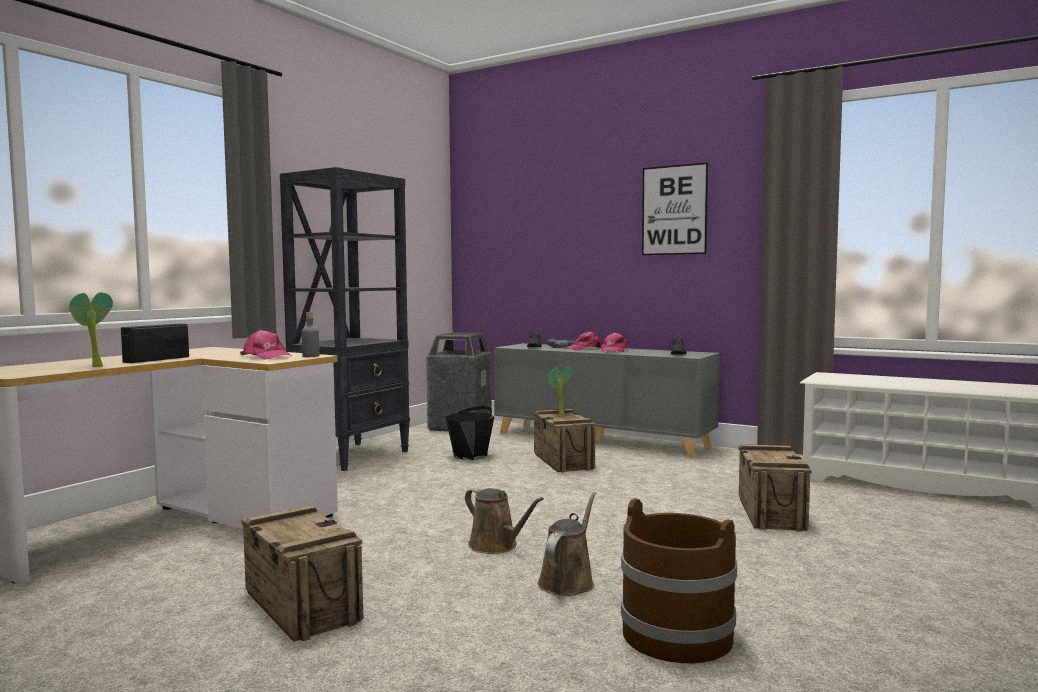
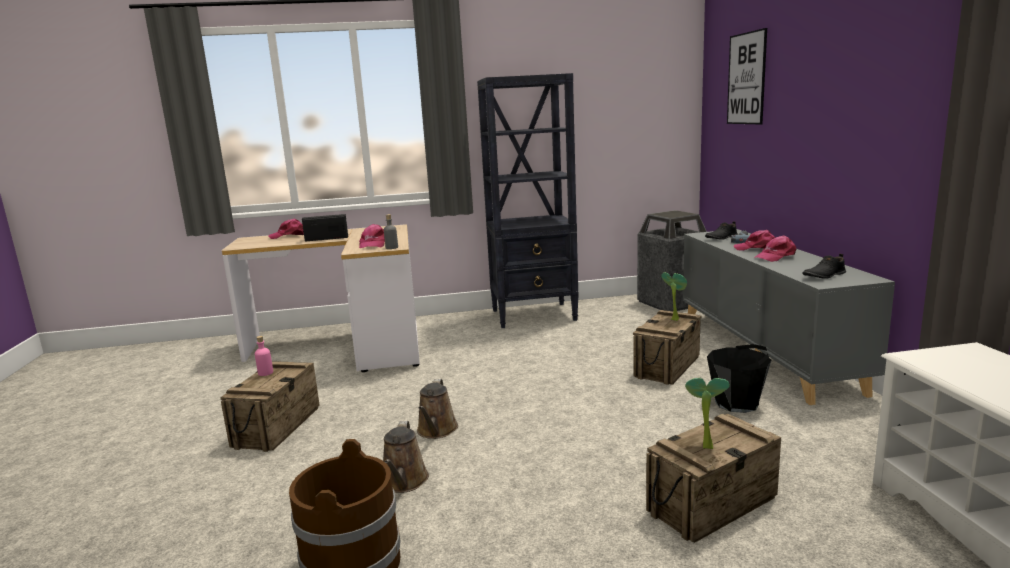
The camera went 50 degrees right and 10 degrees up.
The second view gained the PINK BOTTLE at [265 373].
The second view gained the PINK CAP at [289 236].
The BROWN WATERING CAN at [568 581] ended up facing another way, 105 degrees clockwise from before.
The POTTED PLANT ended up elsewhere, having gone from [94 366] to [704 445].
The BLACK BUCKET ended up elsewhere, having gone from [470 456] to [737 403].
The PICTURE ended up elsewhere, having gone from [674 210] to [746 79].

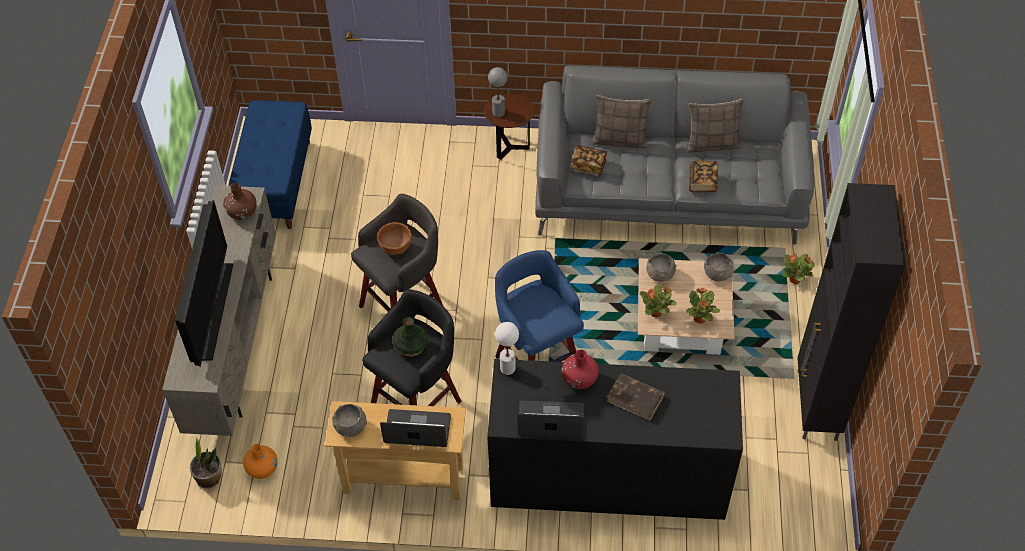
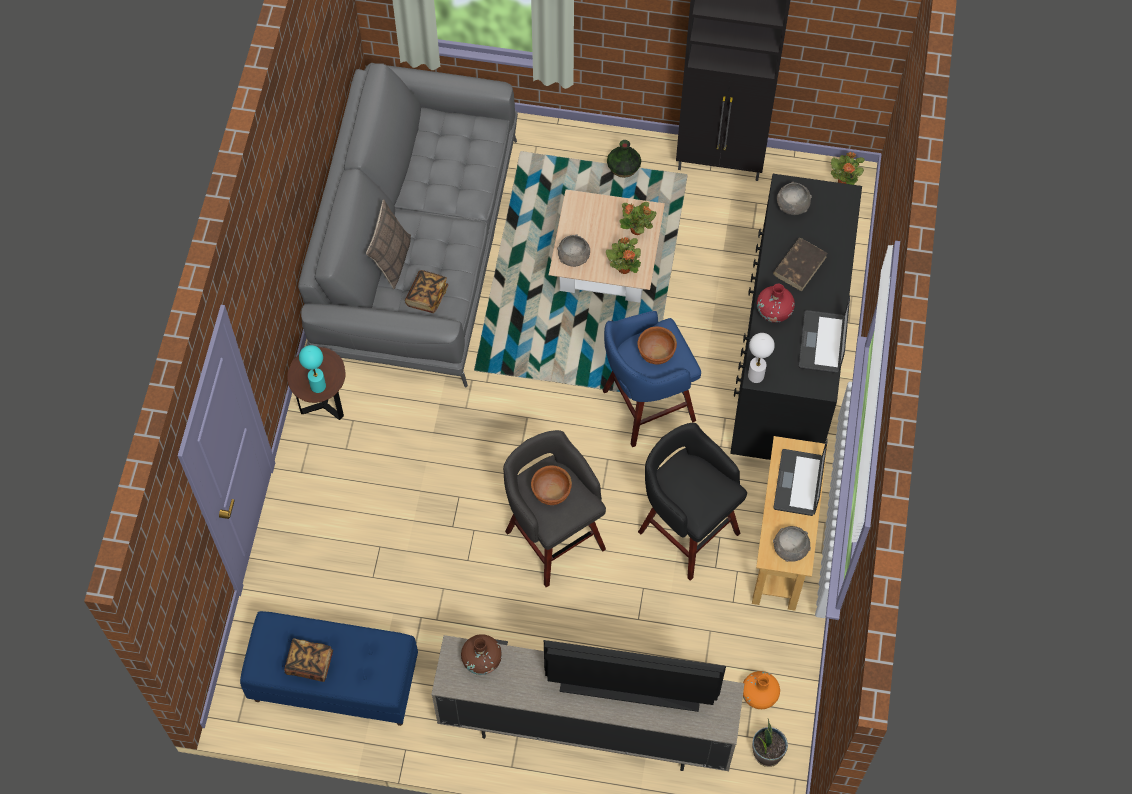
The camera went 85 degrees left and 10 degrees up.
The BOOK ended up elsewhere, having gone from [702 182] to [310 663].
What was the GREY TABLE LAMP at [498 112] turned into the TURQUOISE TABLE LAMP at [318 386].
The VASE ended up elsewhere, having gone from [411 346] to [623 167].
The second view gained the BROWN BOWL at [655 354].
The GREY BOWL ended up elsewhere, having gone from [717 273] to [792 205].
The POTTED PLANT ended up elsewhere, having gone from [795 279] to [844 182].
The second view lost the PILLOW at [712 144].

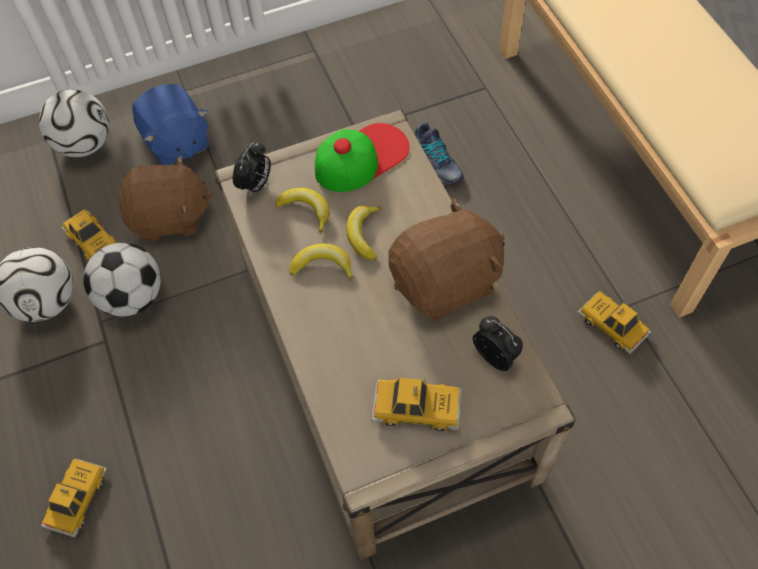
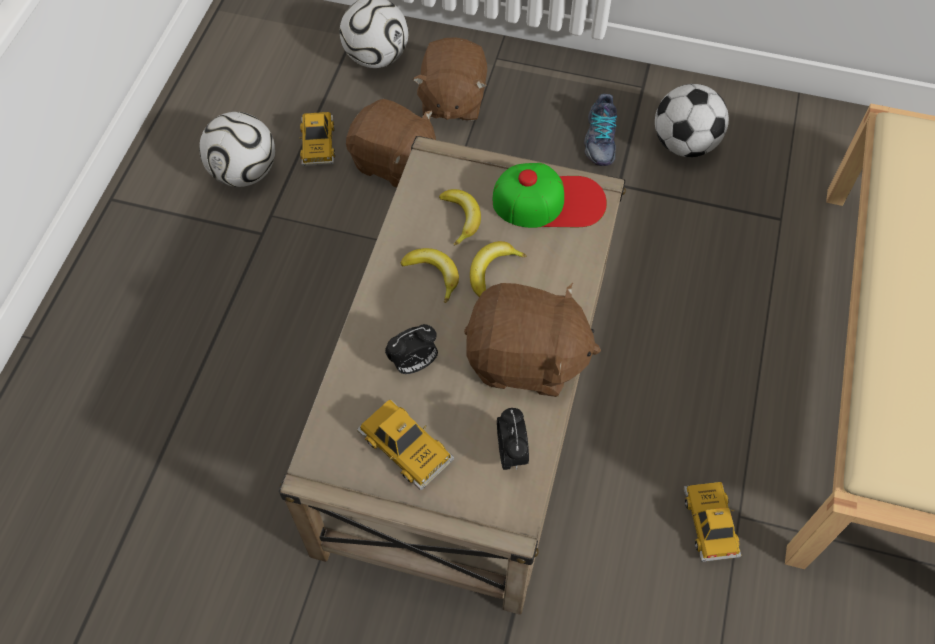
The camera went 35 degrees right and 0 degrees up.
The ALARM CLOCK ended up elsewhere, having gone from [255 185] to [413 364].
What was the BLUE PLUSH TOY at [176 142] turned into the BROWN PLUSH TOY at [452 100].
The SHOE ended up elsewhere, having gone from [434 163] to [599 140].
The FOOTBALL ended up elsewhere, having gone from [132 297] to [685 144].
The second view lost the TOY CAR at [77 499].

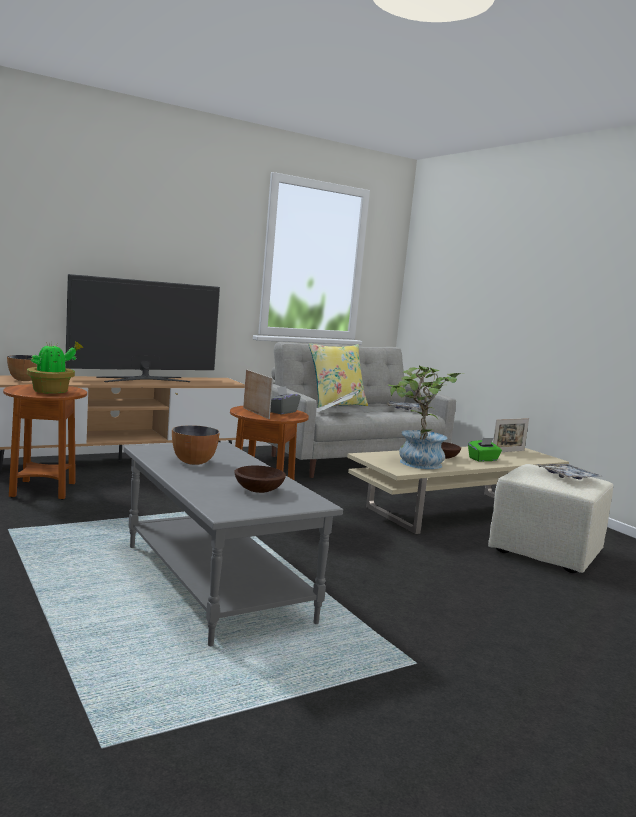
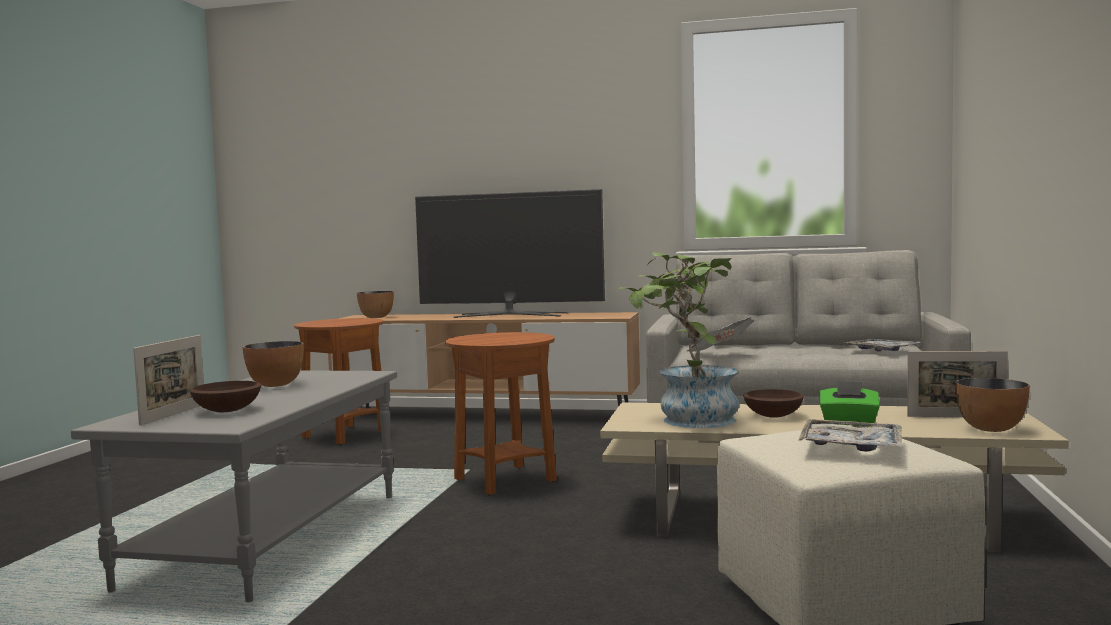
The camera went 45 degrees right and 5 degrees down.
The PICTURE FRAME ended up elsewhere, having gone from [256 413] to [173 414].
The second view gained the BOWL at [991 429].
The second view lost the POTTED PLANT at [52 391].
The second view lost the GREY TISSUE BOX at [282 412].
The second view lost the YELLOW PILLOW at [336 405].

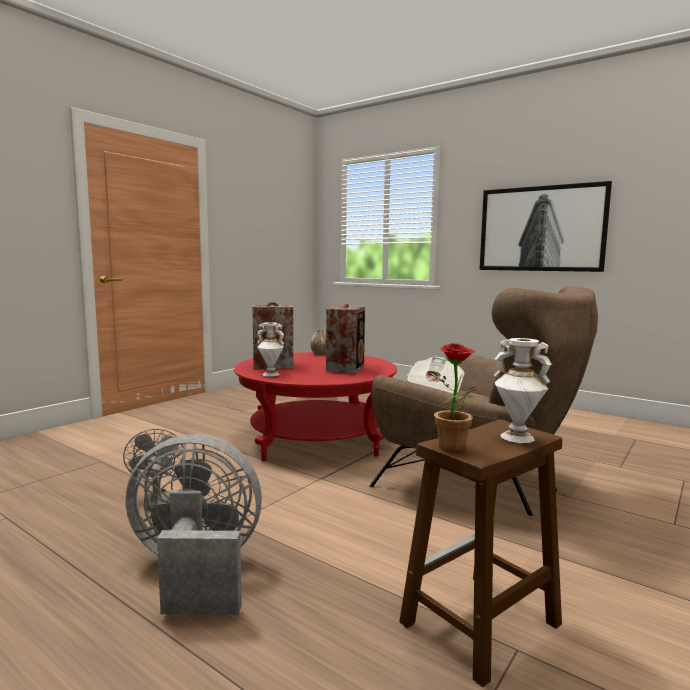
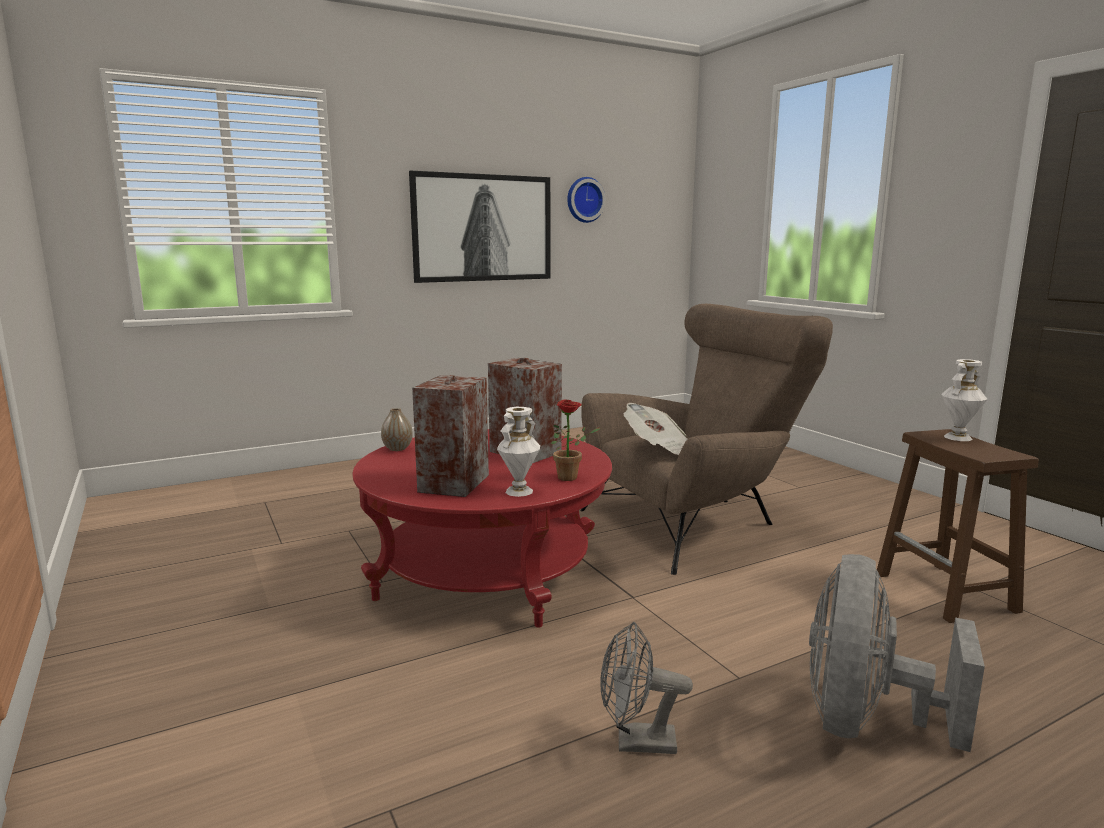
The camera went 65 degrees left and 5 degrees up.
The POTTED PLANT ended up elsewhere, having gone from [456 449] to [571 477].
The second view gained the WALL CLOCK at [584 200].

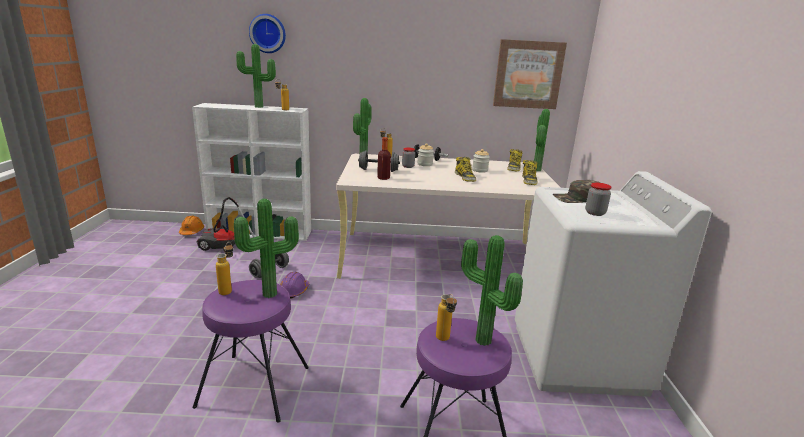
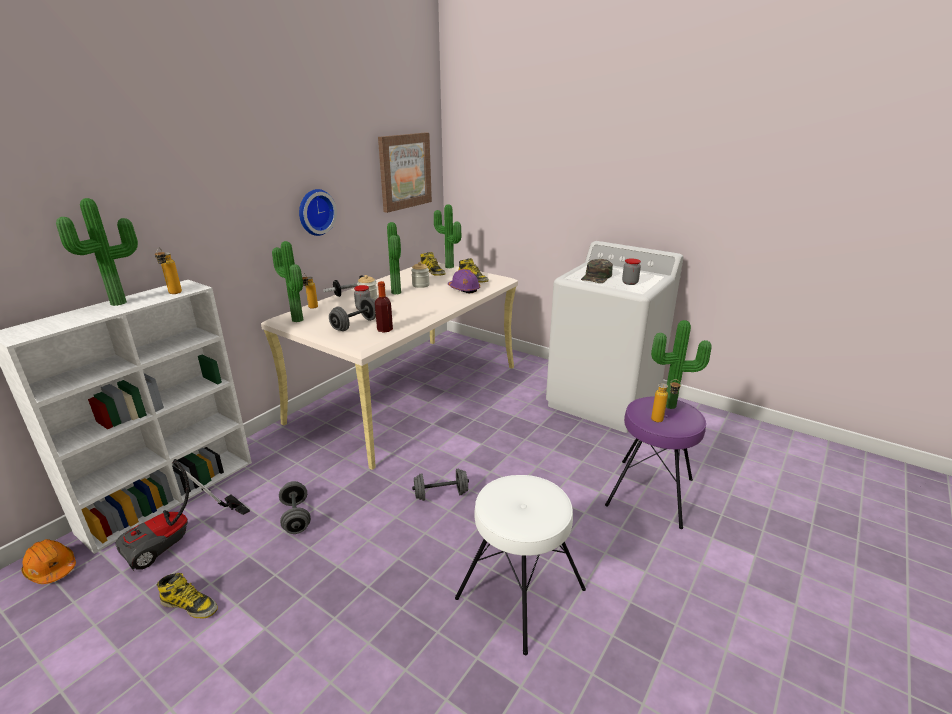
The camera went 55 degrees left and 5 degrees up.
The BOOT ended up elsewhere, having gone from [465 177] to [190 605].
The WALL CLOCK ended up elsewhere, having gone from [268 33] to [315 212].
The POTTED PLANT ended up elsewhere, having gone from [271 295] to [398 292].
The second view gained the GREY DUMBBELL at [441 494].
The PURPLE HARD HAT ended up elsewhere, having gone from [294 291] to [464 289].
What was the PURPLE STOOL at [254 385] turned into the WHITE STOOL at [519 593].
The second view lost the BOTTLE at [228 290].

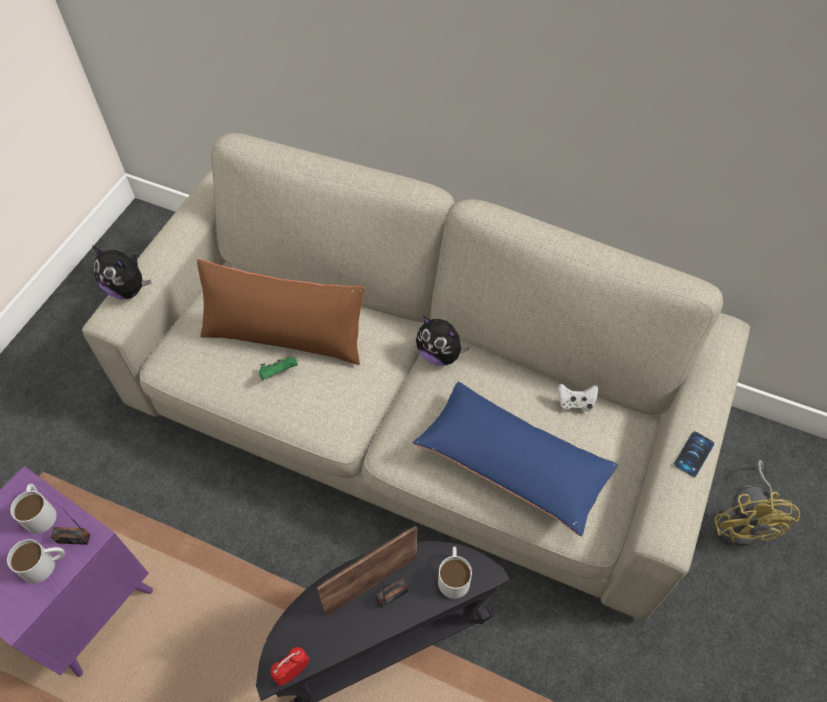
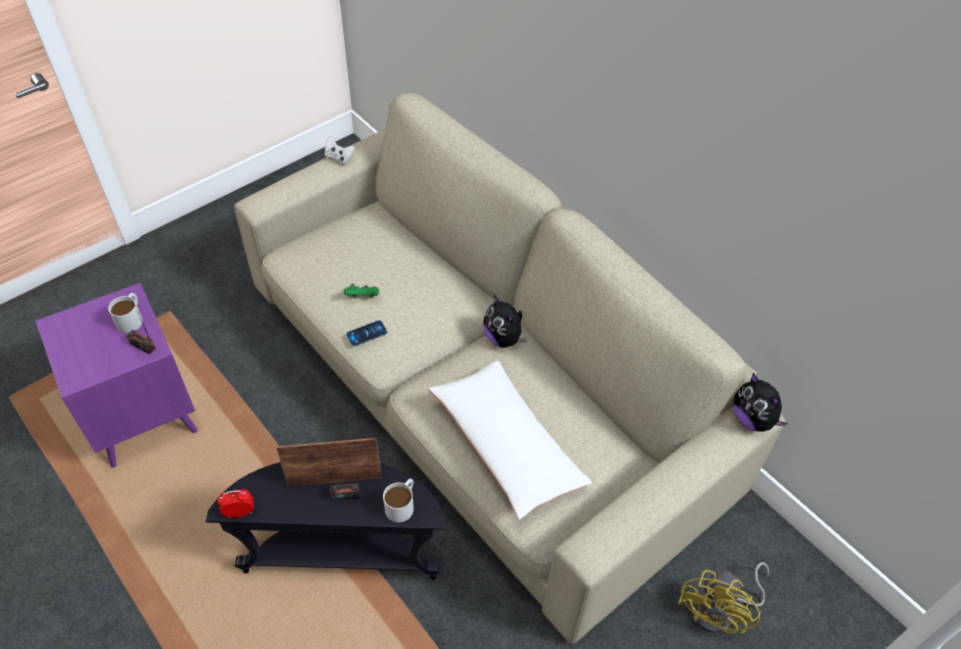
The camera went 25 degrees right and 5 degrees down.
The WHITE GAME CONTROLLER ended up elsewhere, having gone from [575 403] to [339 158].
The PHONE ended up elsewhere, having gone from [693 454] to [366 333].
What was the BLUE PILLOW at [513 464] turned into the WHITE PILLOW at [506 445].
The PLUSH TOY ended up elsewhere, having gone from [128 289] to [753 419].
The second view lost the WHITE MUG at [45 564].
The second view lost the BROWN PILLOW at [284 334].

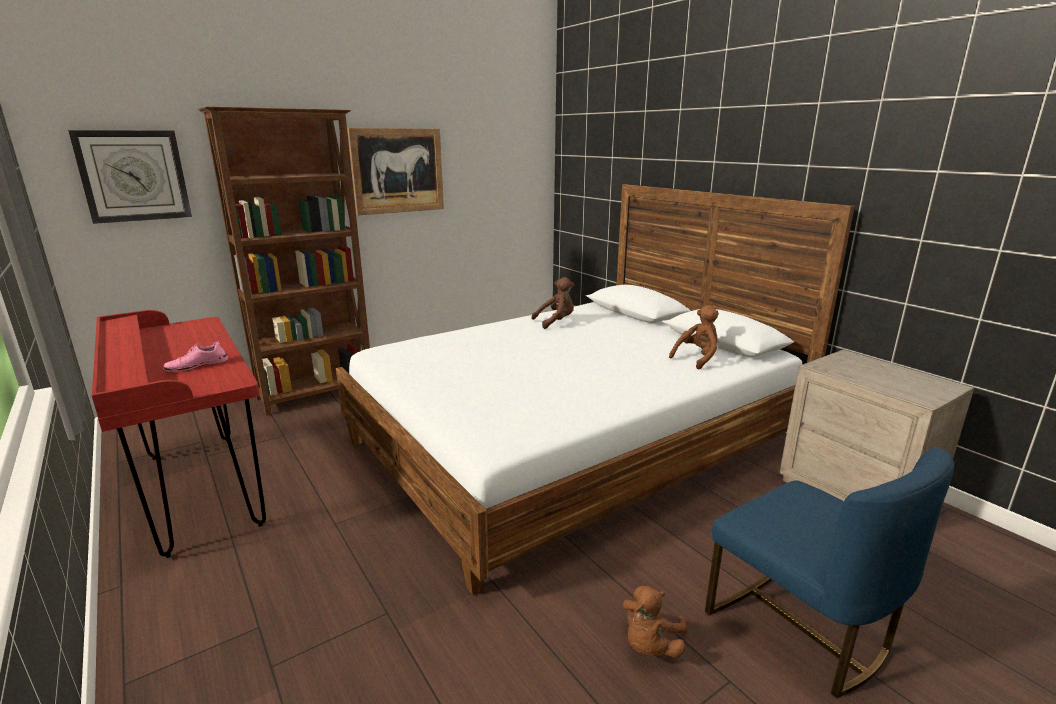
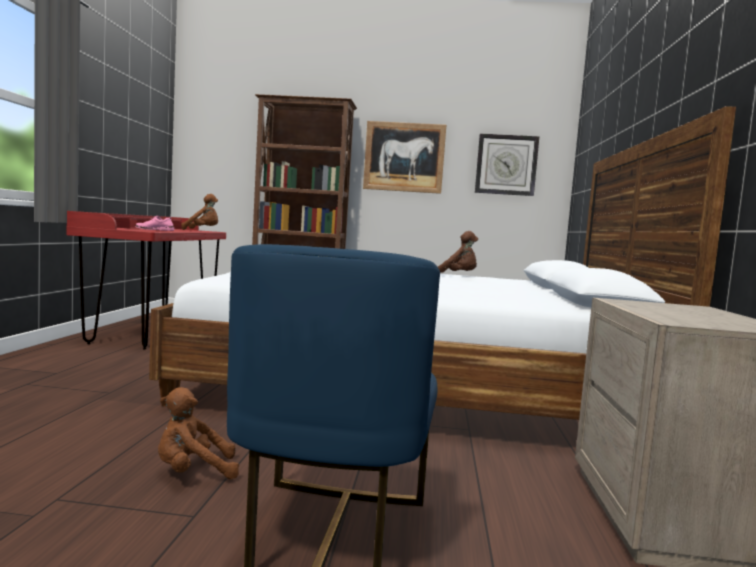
The camera went 40 degrees right and 15 degrees down.
The BROWN PLUSH TOY ended up elsewhere, having gone from [697 358] to [203 230].
The WALL CLOCK ended up elsewhere, having gone from [134 176] to [506 165].

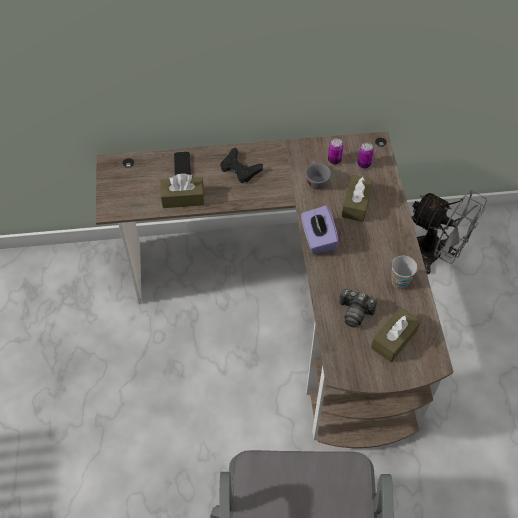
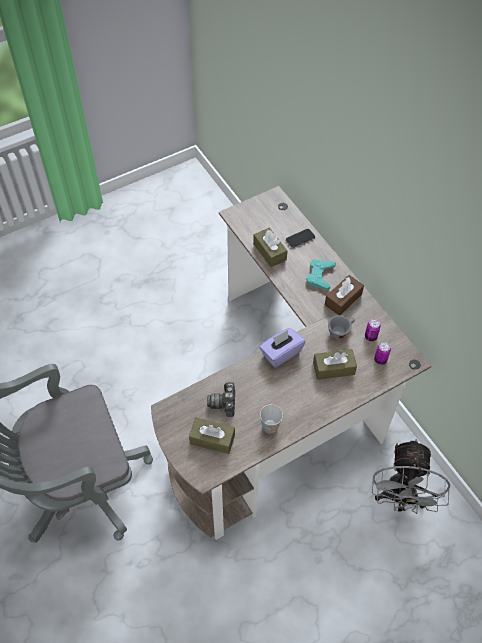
The camera went 65 degrees right and 0 degrees up.
What was the BLACK GAME CONTROLLER at [240 169] turned into the TURQUOISE GAME CONTROLLER at [320 276].
The second view gained the BROWN TISSUE BOX at [343 299].

